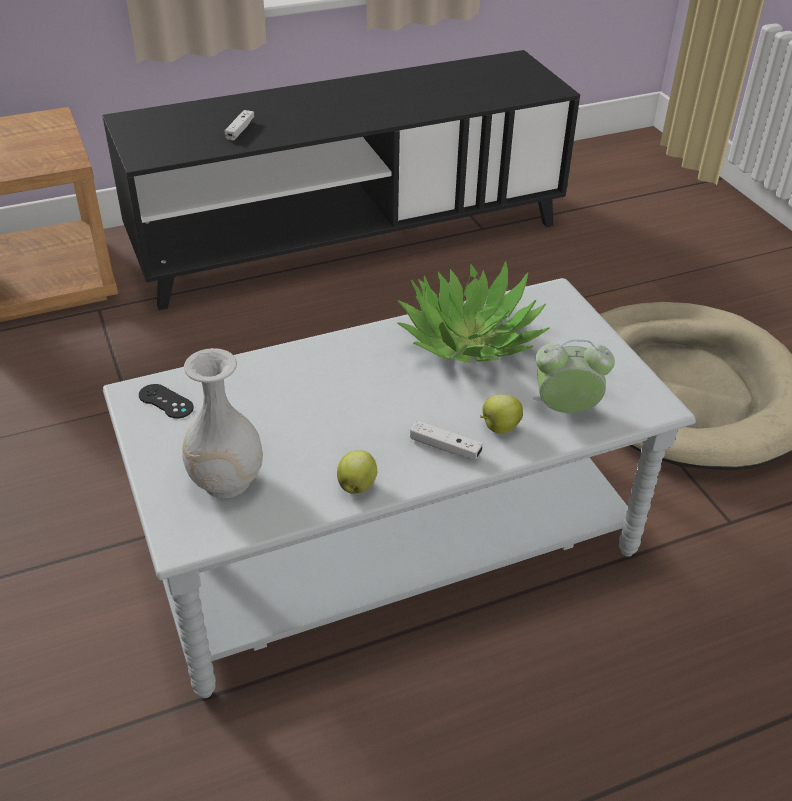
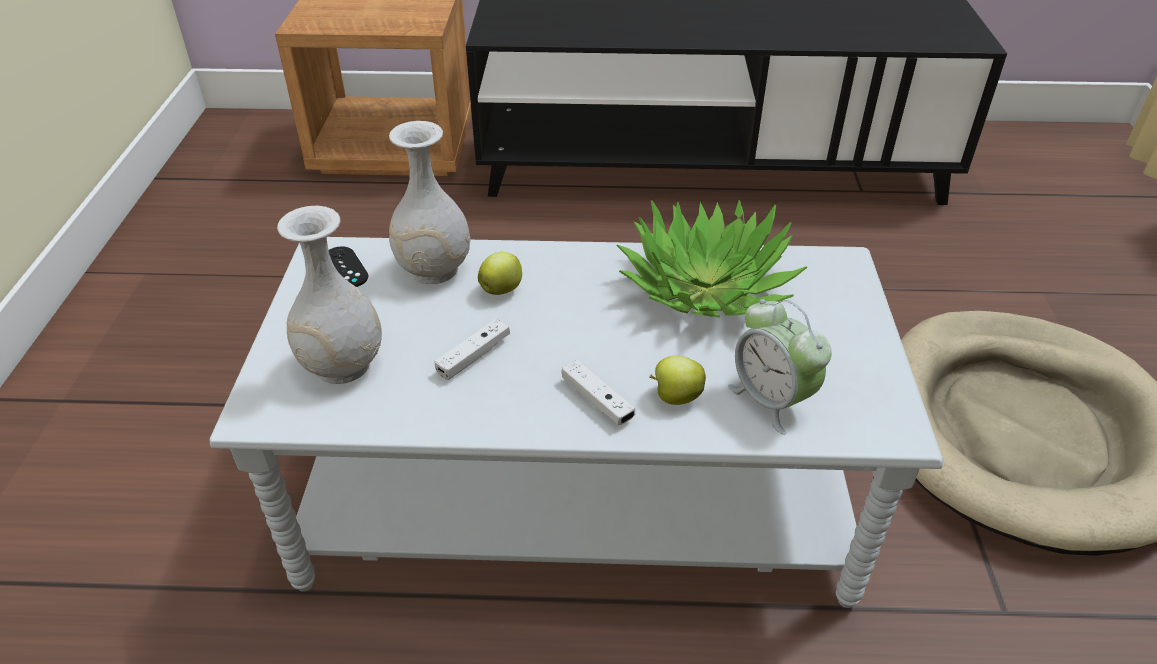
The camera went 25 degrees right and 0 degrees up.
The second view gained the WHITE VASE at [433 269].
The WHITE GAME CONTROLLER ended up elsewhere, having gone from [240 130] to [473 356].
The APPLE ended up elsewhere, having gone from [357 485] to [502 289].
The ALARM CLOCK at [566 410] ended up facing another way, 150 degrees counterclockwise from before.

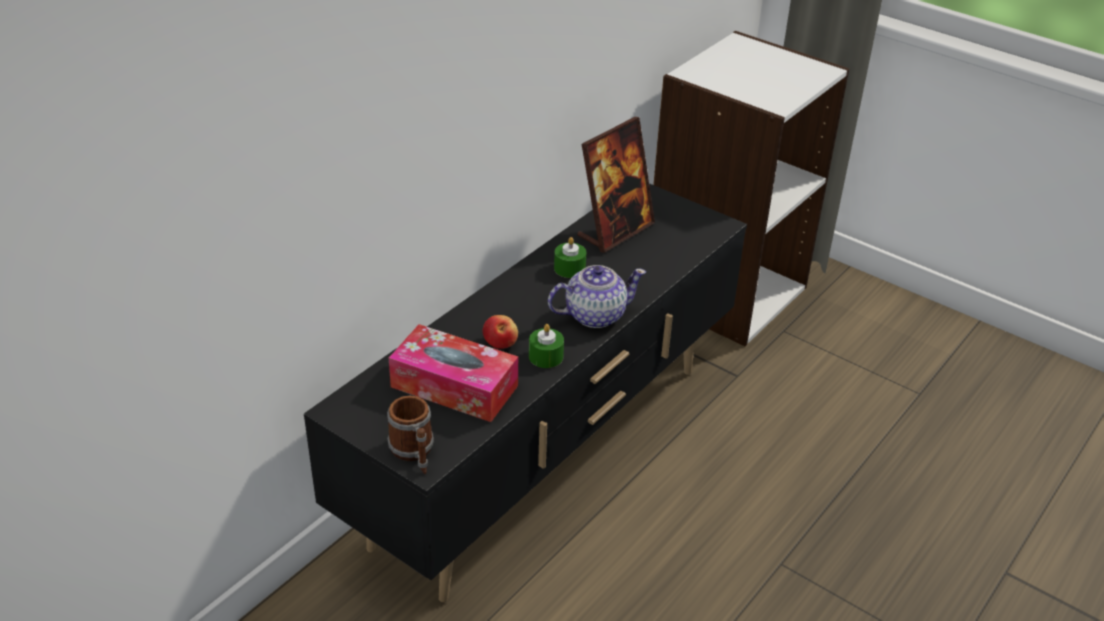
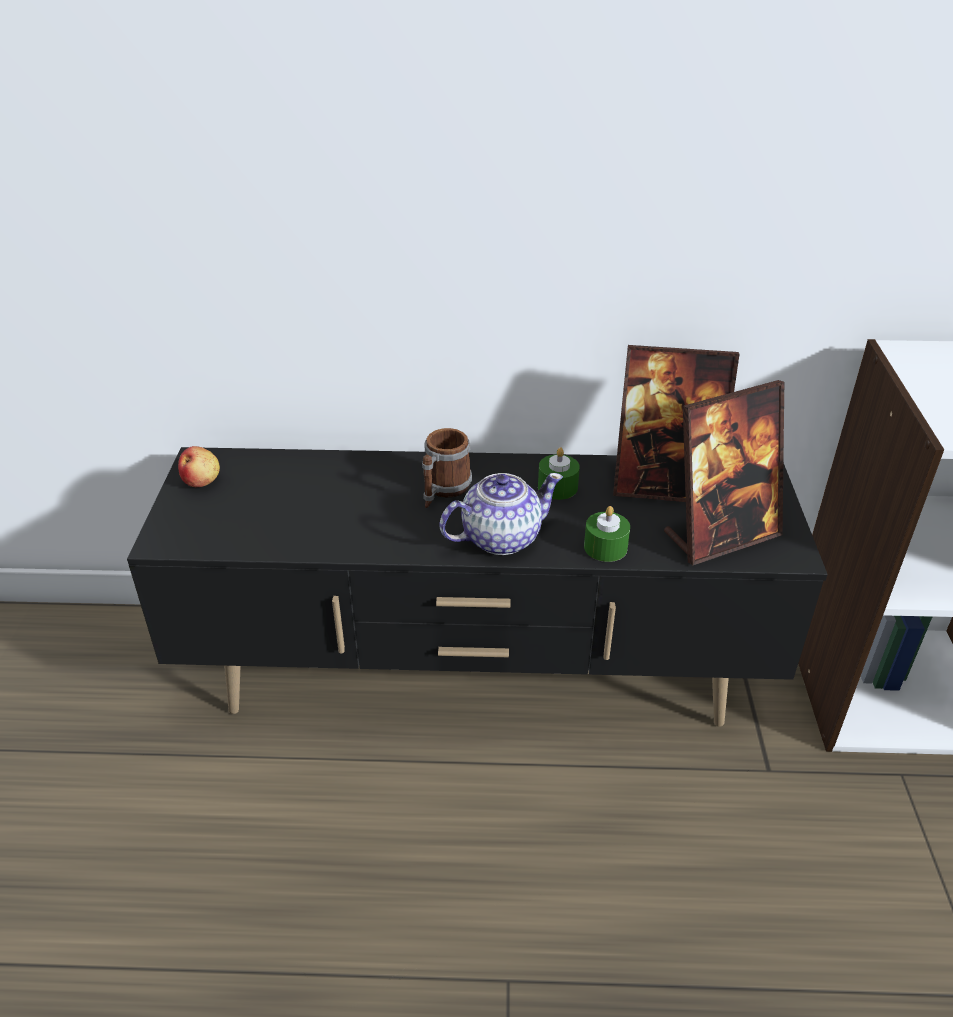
The camera went 55 degrees right and 0 degrees up.
The APPLE ended up elsewhere, having gone from [500 342] to [202 480].
The MUG ended up elsewhere, having gone from [414 453] to [443 490].
The TEAPOT at [594 315] ended up facing another way, 60 degrees counterclockwise from before.
The GREEN CANDLE ended up elsewhere, having gone from [546 356] to [605 547].
The second view gained the PICTURE FRAME at [721 535].
The second view lost the TISSUE BOX at [454 386].

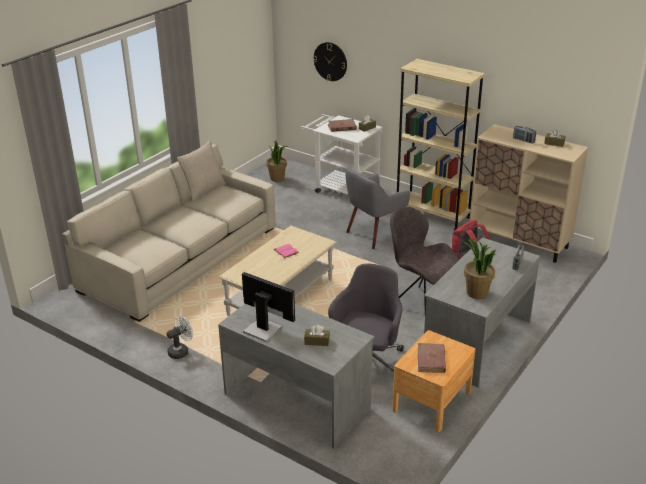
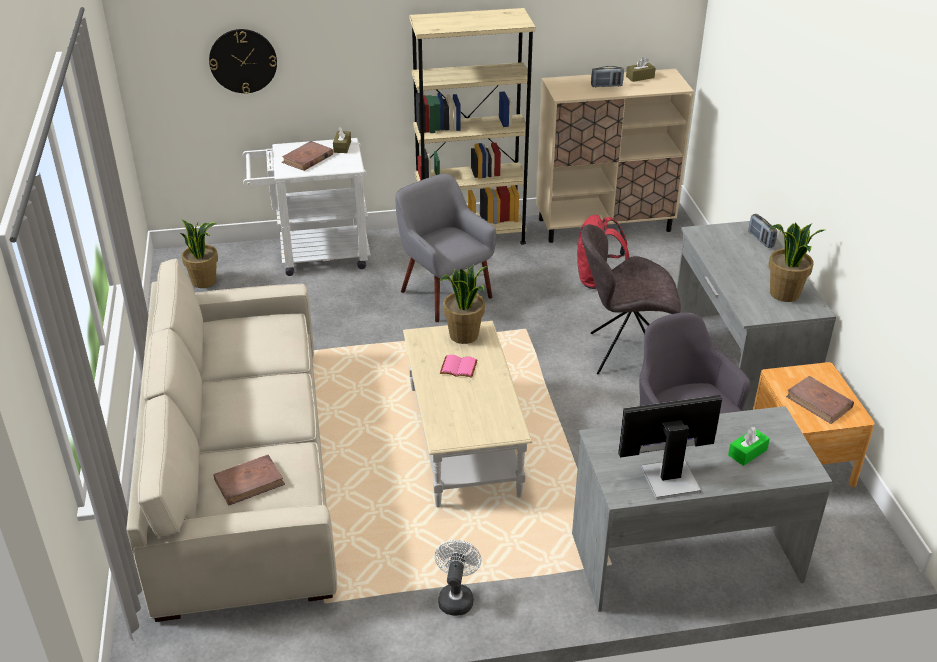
The camera went 45 degrees left and 5 degrees up.
The second view gained the BROWN BOOK at [249 482].
The GREY ARMCHAIR at [374 233] ended up facing another way, 135 degrees clockwise from before.
The second view gained the POTTED PLANT at [464 335].
What was the BROWN TISSUE BOX at [317 341] turned into the GREEN TISSUE BOX at [747 452].
The second view lost the BEIGE PILLOW at [203 191].

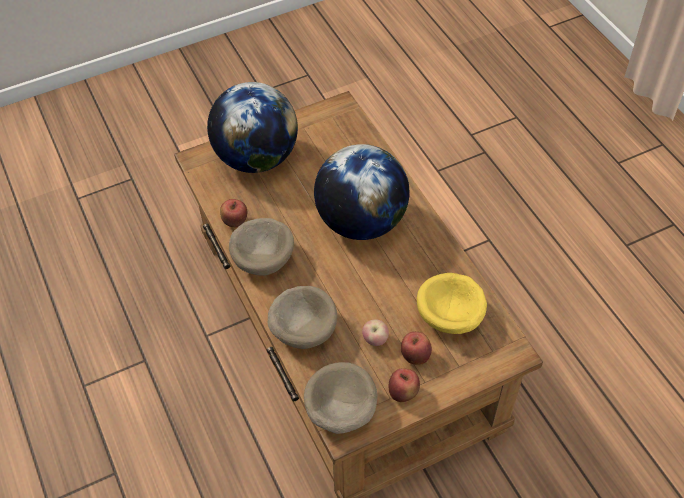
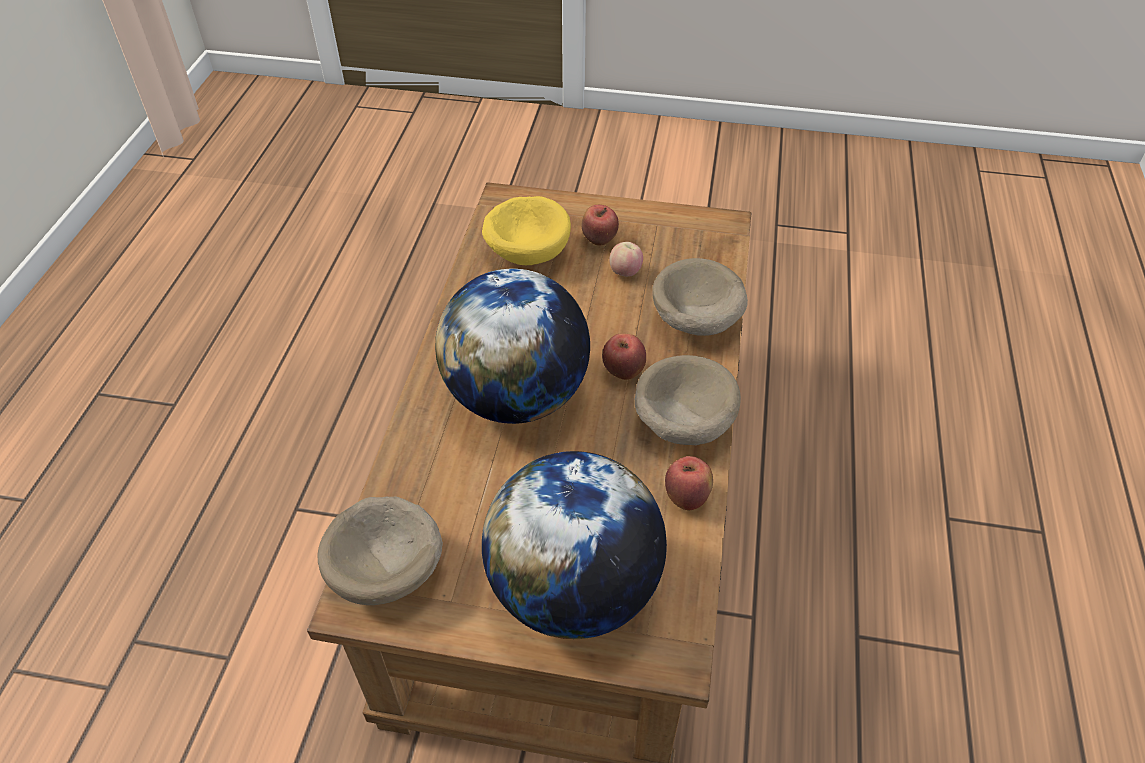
The camera went 145 degrees left and 5 degrees down.
The BEIGE BOWL ended up elsewhere, having gone from [340 410] to [389 571].
The APPLE ended up elsewhere, having gone from [403 393] to [623 372].

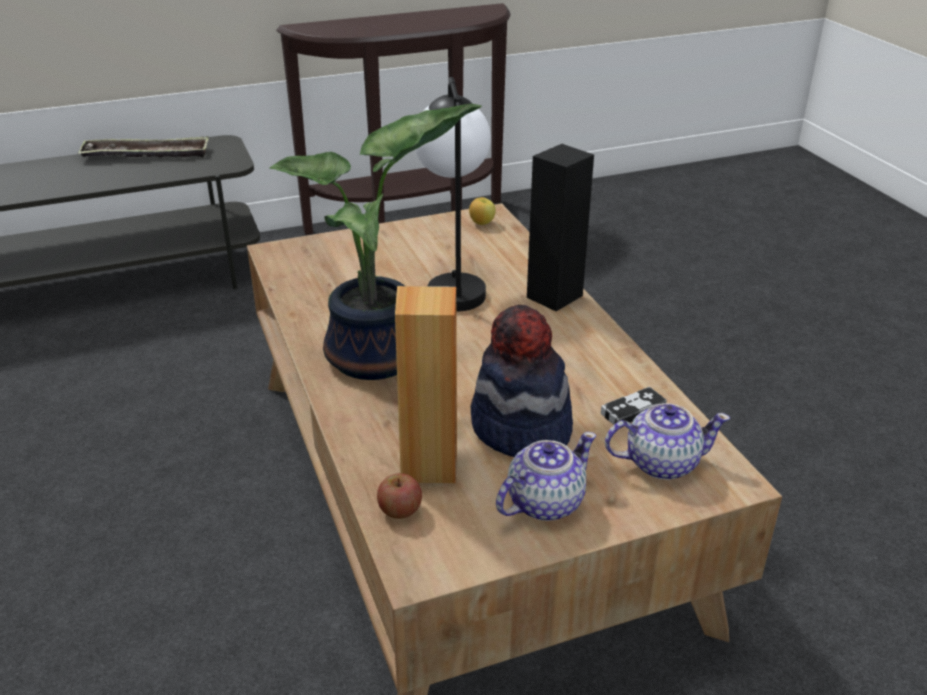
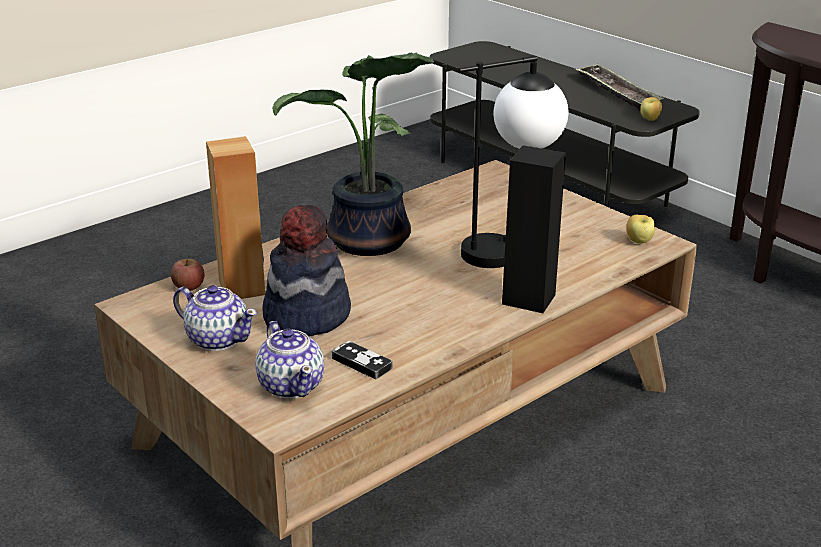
The camera went 70 degrees right and 5 degrees down.
The second view gained the APPLE at [650 119].

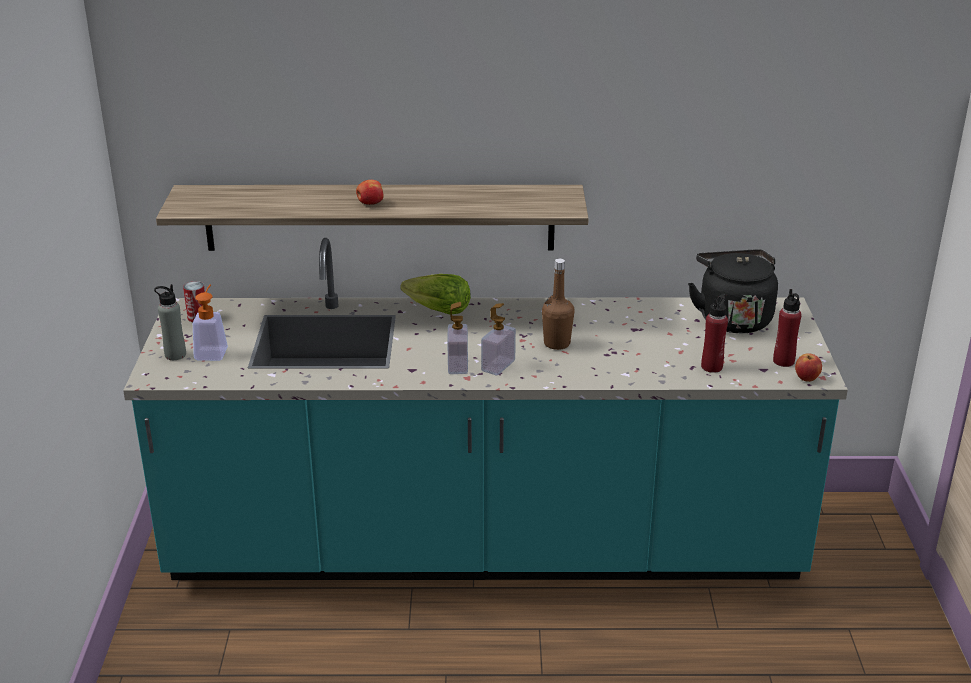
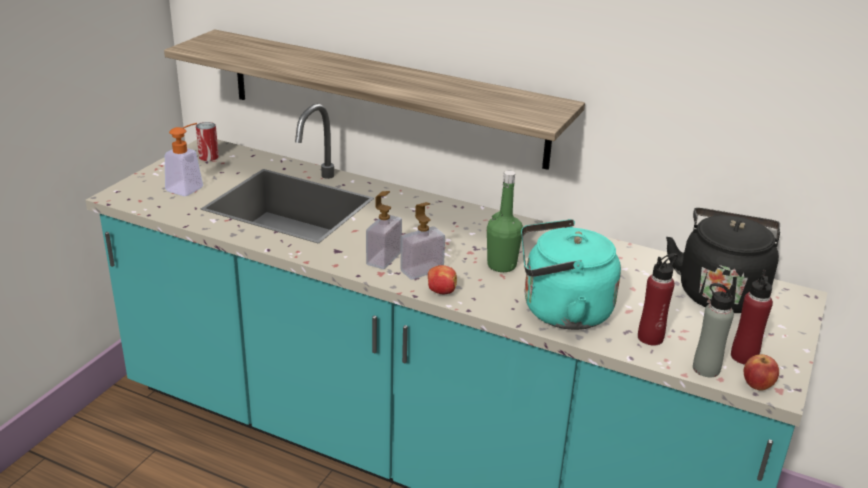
The camera went 25 degrees right and 0 degrees up.
The APPLE ended up elsewhere, having gone from [370 204] to [441 291].
What was the BROWN BOTTLE at [557 343] turned into the GREEN BOTTLE at [501 265].
The second view gained the TURQUOISE KETTLE at [560 312].
The GREY BOTTLE ended up elsewhere, having gone from [175 355] to [706 369].
The second view lost the LETTUCE at [437 310].

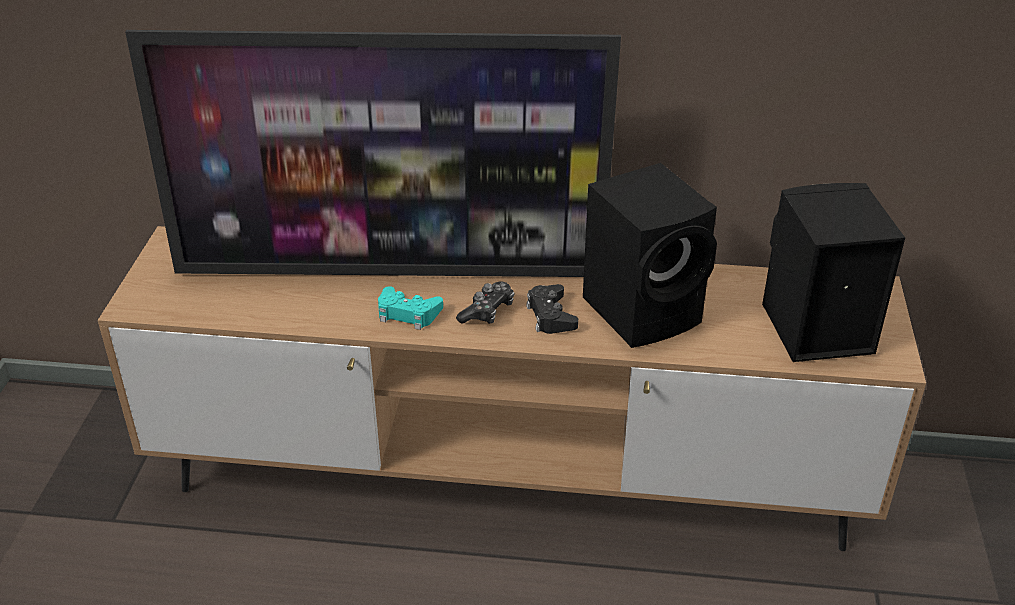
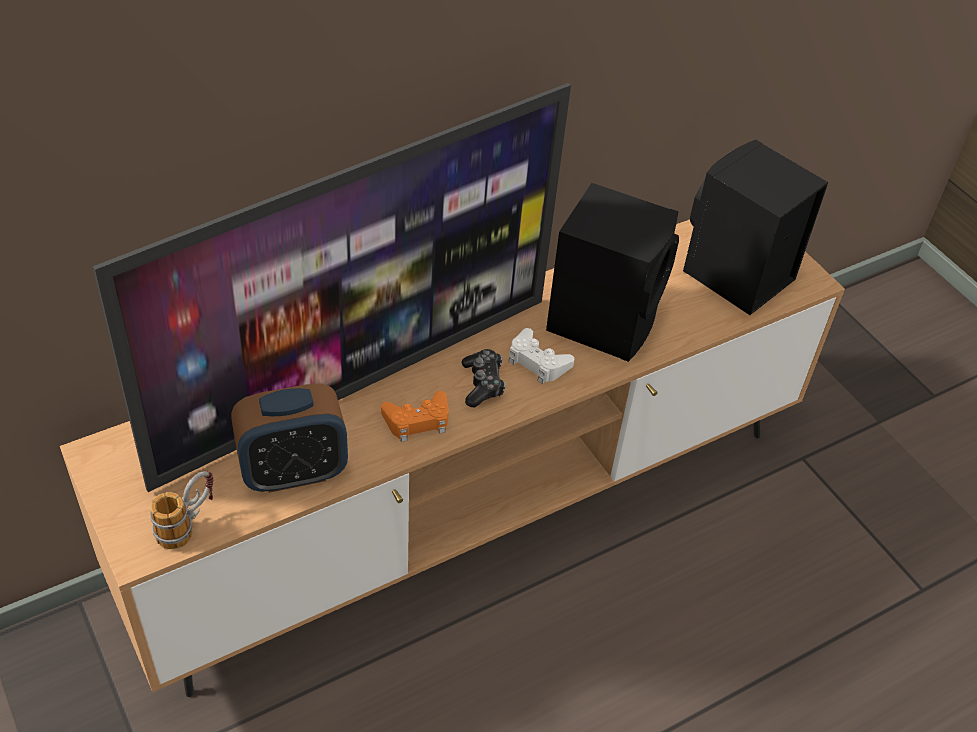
The camera went 40 degrees left and 10 degrees up.
The second view gained the MUG at [188 524].
The second view gained the ALARM CLOCK at [294 472].
What was the TURQUOISE GAME CONTROLLER at [408 313] turned into the ORANGE GAME CONTROLLER at [417 421].
What was the BLACK GAME CONTROLLER at [550 315] turned into the WHITE GAME CONTROLLER at [537 362].

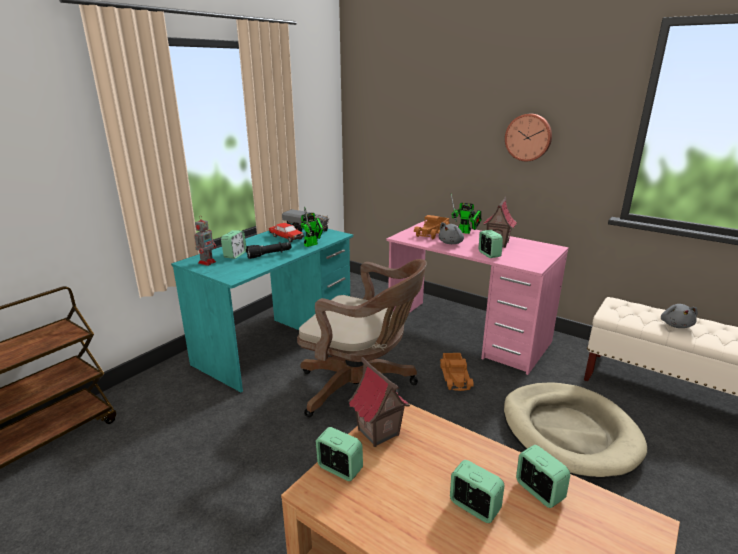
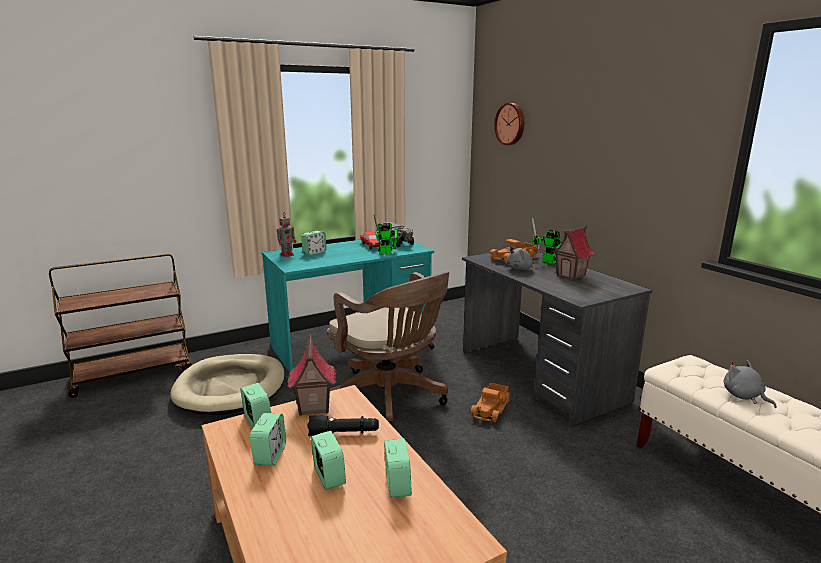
The camera went 25 degrees right and 5 degrees down.
The BEIGE DOG BED ended up elsewhere, having gone from [568 432] to [231 388].
The ALARM CLOCK ended up elsewhere, having gone from [489 254] to [270 455].
The BLACK FLASHLIGHT ended up elsewhere, having gone from [269 255] to [344 433].
What was the PINK DESK at [467 335] turned into the GREY DESK at [540 375].
The WALL CLOCK ended up elsewhere, having gone from [528 137] to [510 124].
The GREY PLUSH TOY at [676 325] ended up facing another way, 120 degrees clockwise from before.

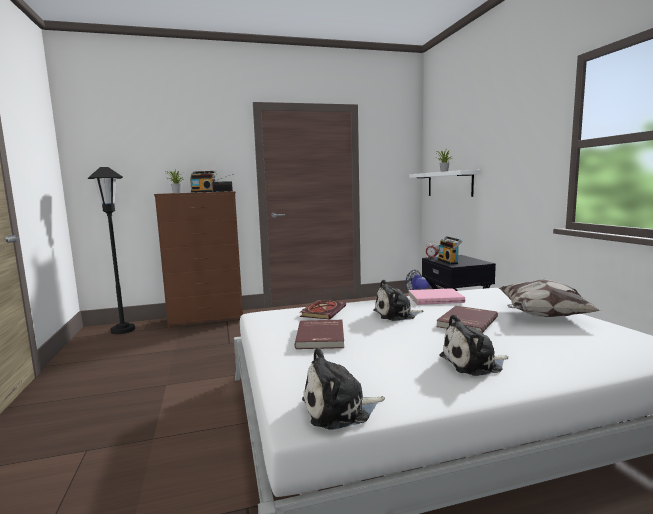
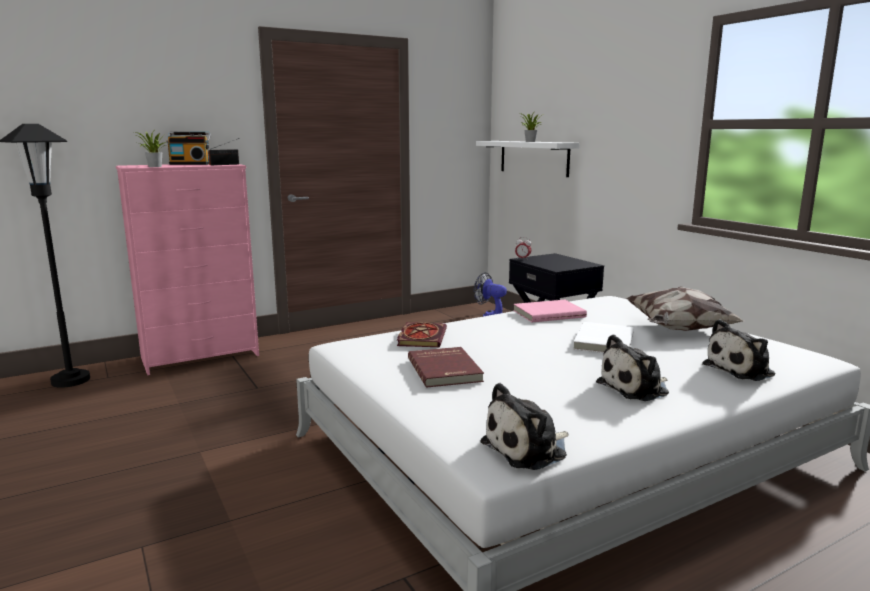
The camera went 15 degrees left and 5 degrees up.
What was the BROWN DRESSER at [207 319] turned into the PINK DRESSER at [201 356].
What was the RED BOOK at [466 322] turned into the WHITE BOOK at [602 341].
The PLUSH TOY ended up elsewhere, having gone from [396 314] to [742 370].
The second view lost the RADIO at [448 261].

